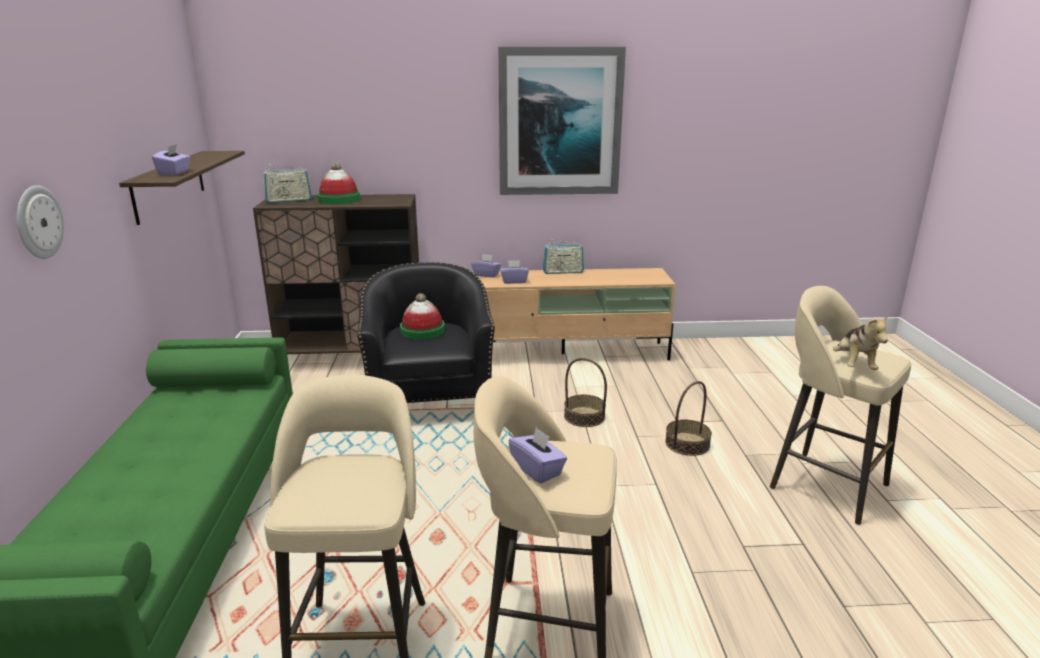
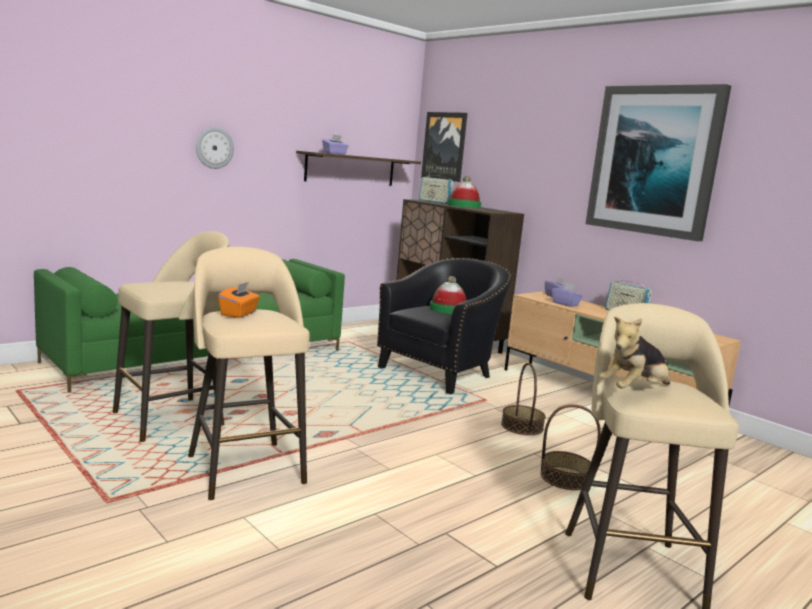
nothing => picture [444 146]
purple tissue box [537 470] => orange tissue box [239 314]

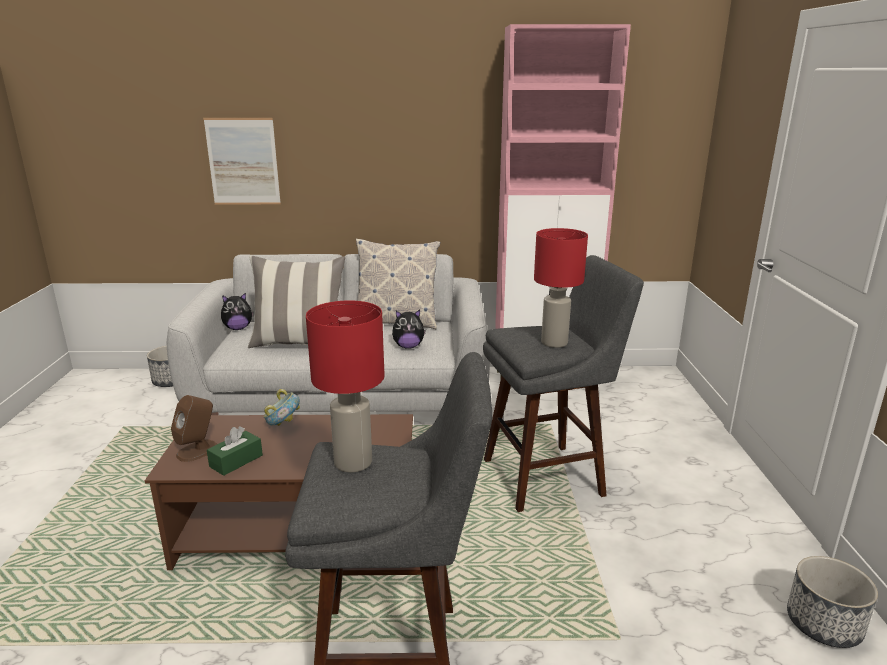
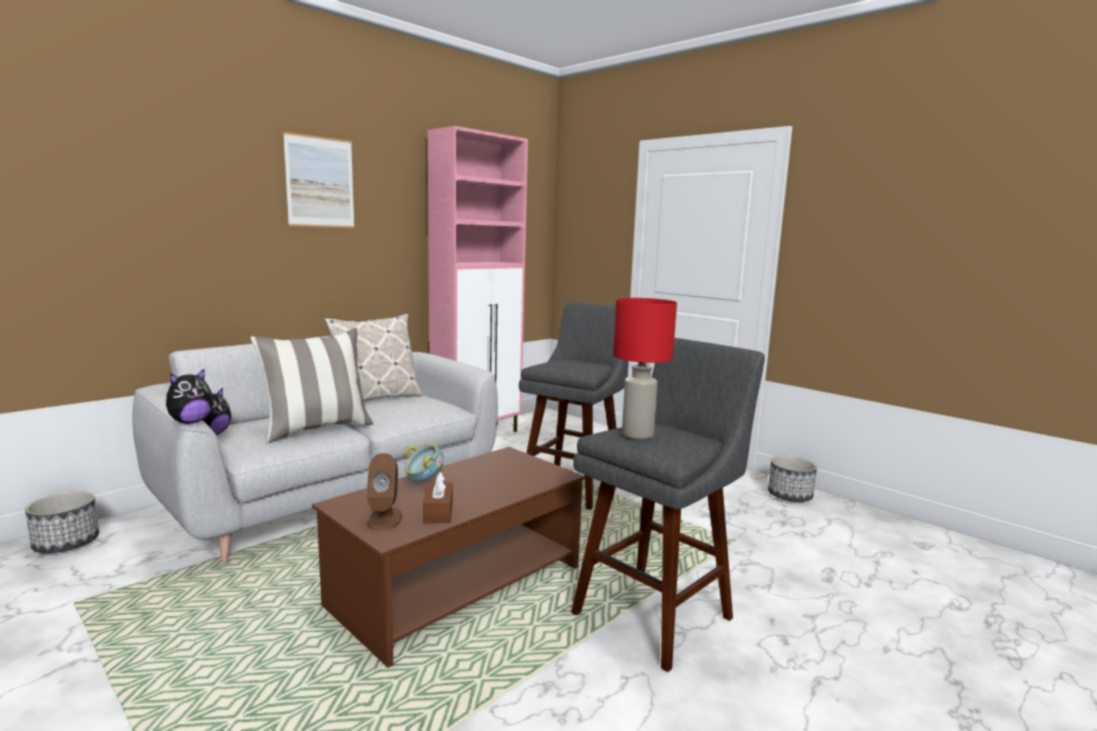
red table lamp [554 342] => nothing
picture [243 161] => picture [320 182], relocated
plush toy [408 346] => plush toy [190 422], relocated
green tissue box [236 461] => brown tissue box [438 512]

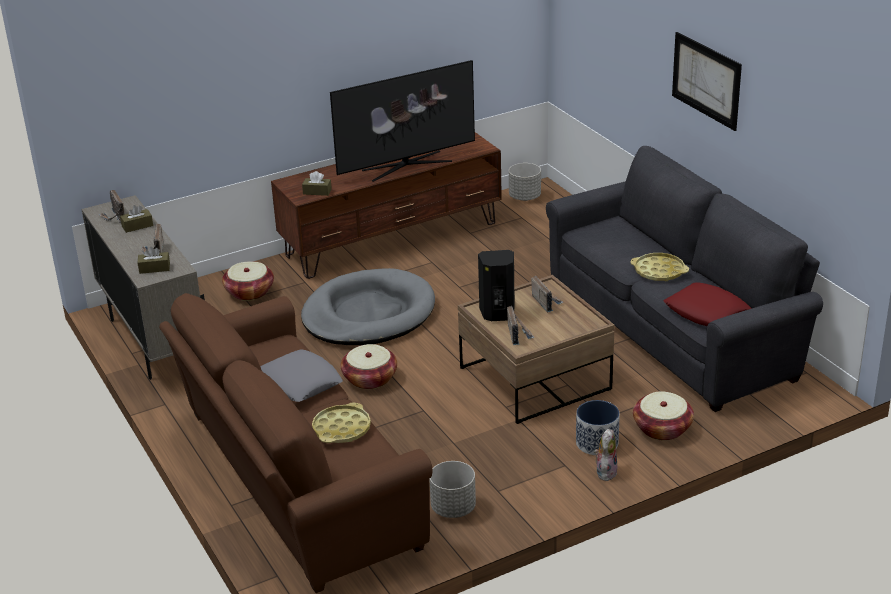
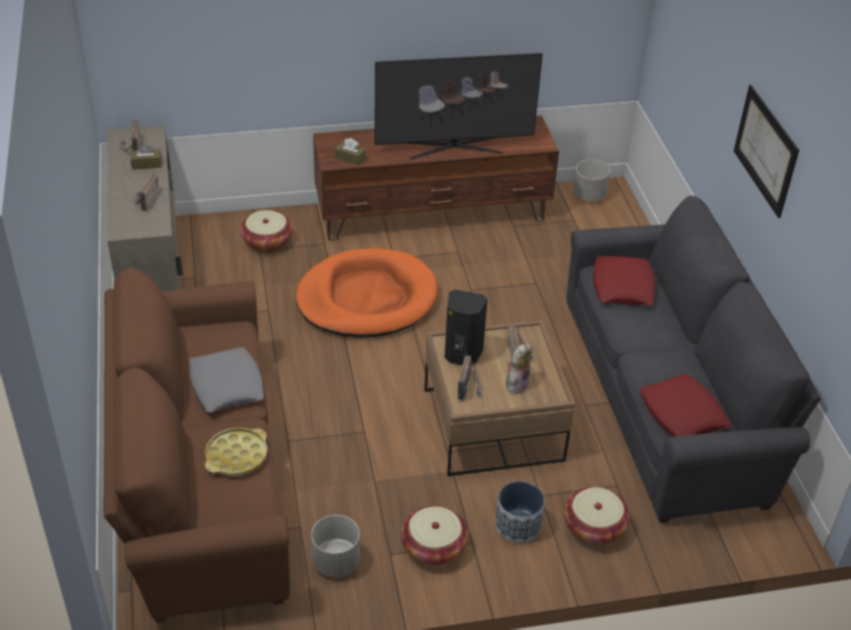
brown tissue box [154 268] => nothing
yellow tray [659 271] => nothing
nothing => red pillow [623 287]
basket [370 379] => basket [433 547], relocated
plush toy [605 472] => plush toy [516 384], relocated
grey dog bed [368 314] => orange dog bed [366 299]

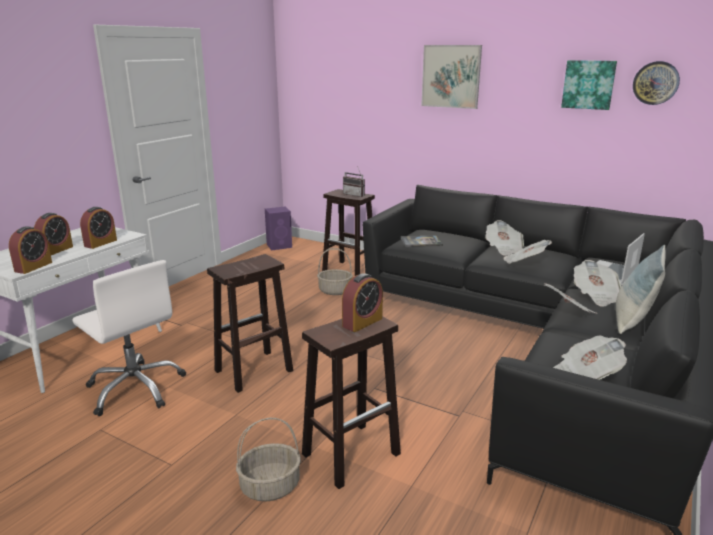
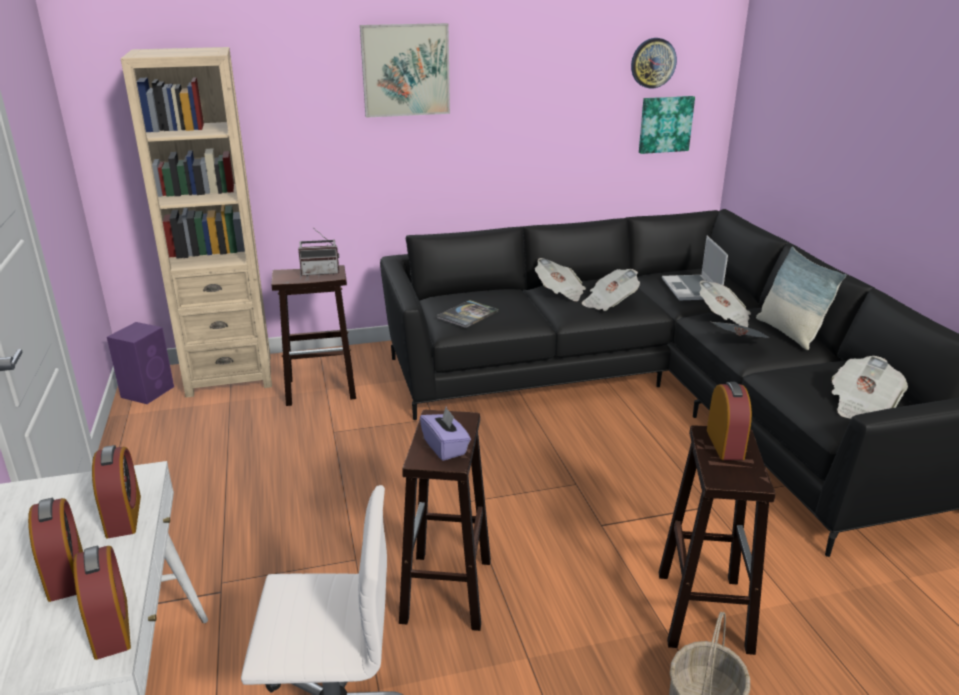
basket [335 291] => nothing
nothing => beige bookcase [230 376]
nothing => purple tissue box [445 447]
picture [588 84] => picture [665 124], relocated

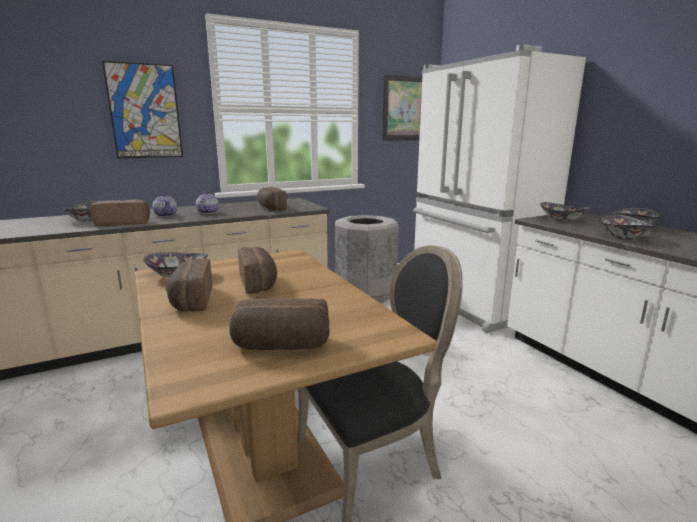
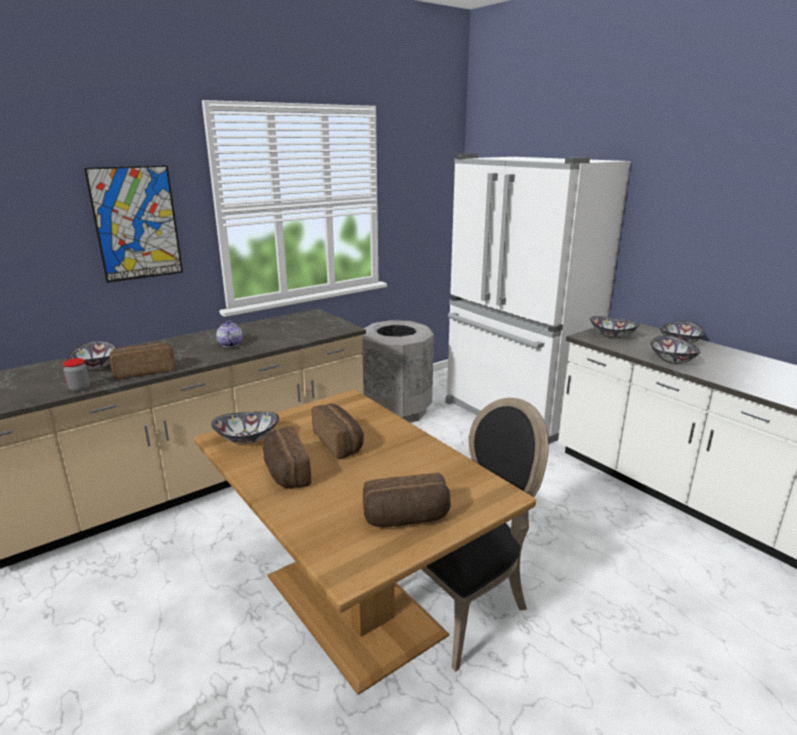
teapot [166 215] => nothing
bread [270 208] => nothing
picture [404 108] => nothing
nothing => jar [79 388]

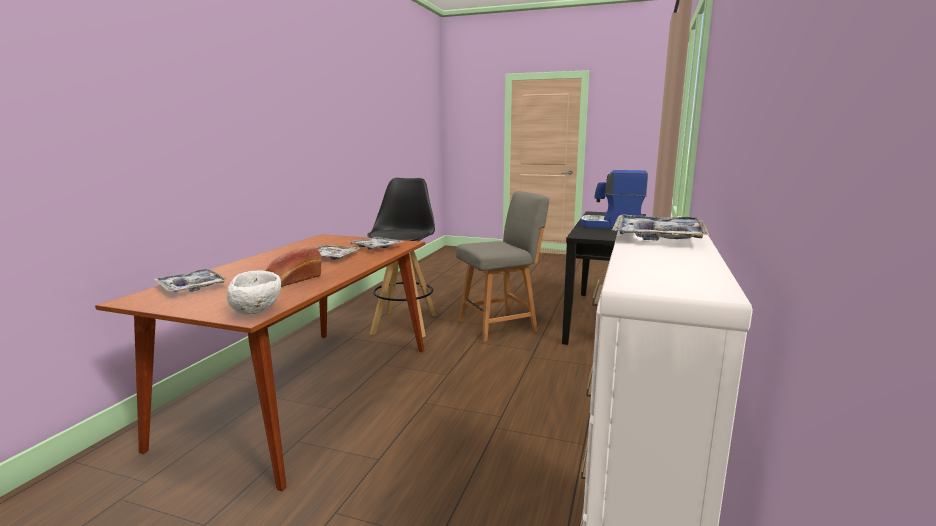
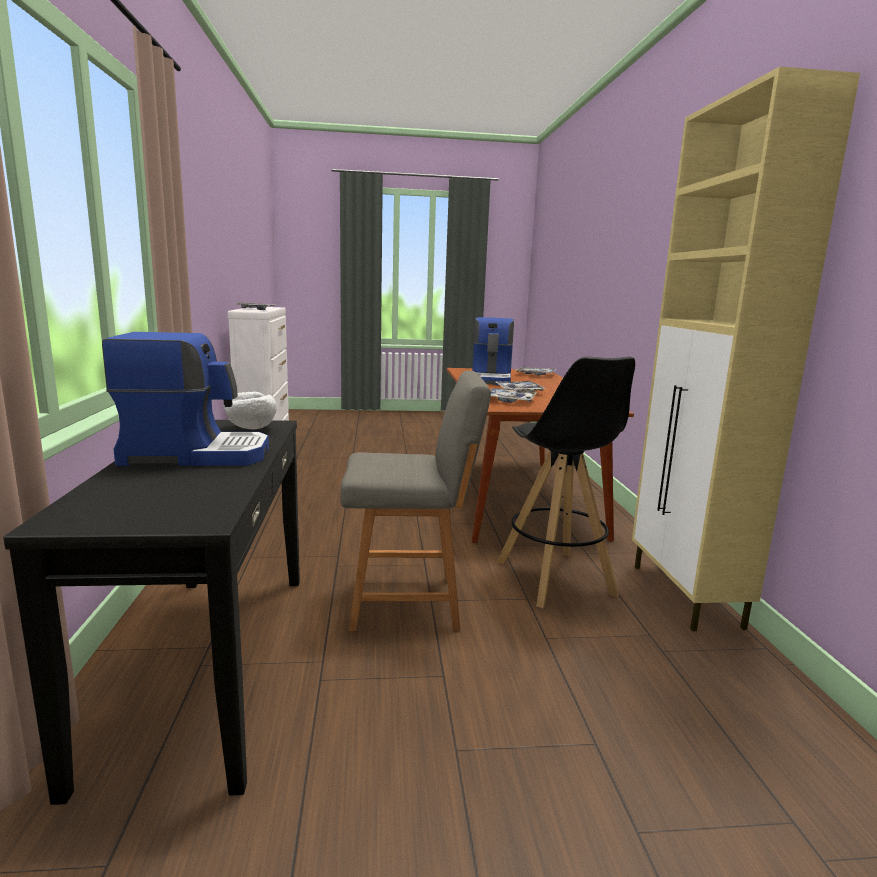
nothing => beige cabinet [685 596]
white bowl [257 312] => white bowl [250 429], relocated
bread [293 280] => coffee machine [492 379]
grey chair [500 325] => grey chair [410 602], 135 degrees counterclockwise

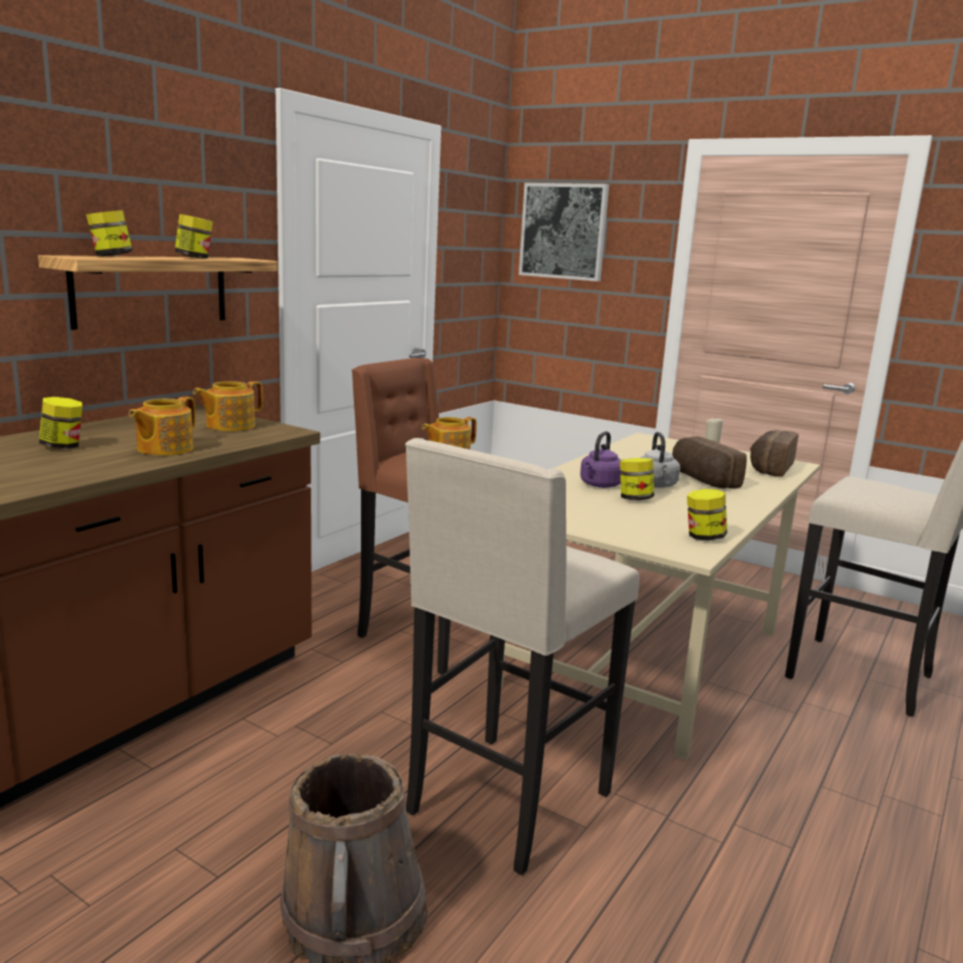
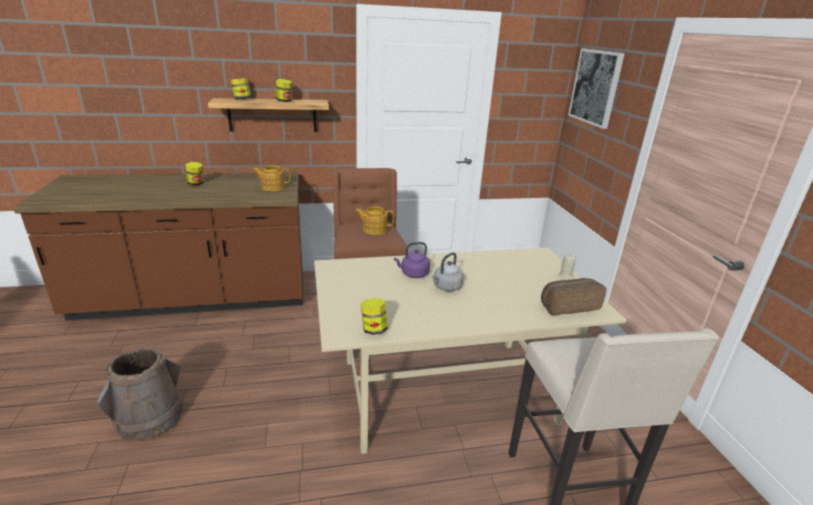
teapot [164 449] => nothing
beige stool [505 804] => nothing
jar [634 499] => nothing
bread [702 480] => nothing

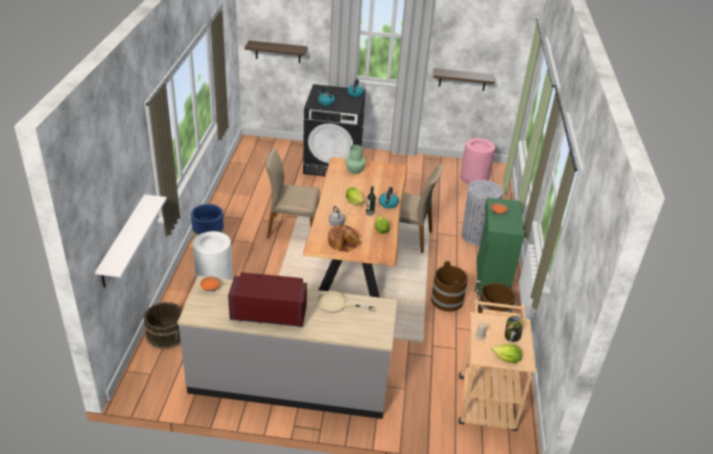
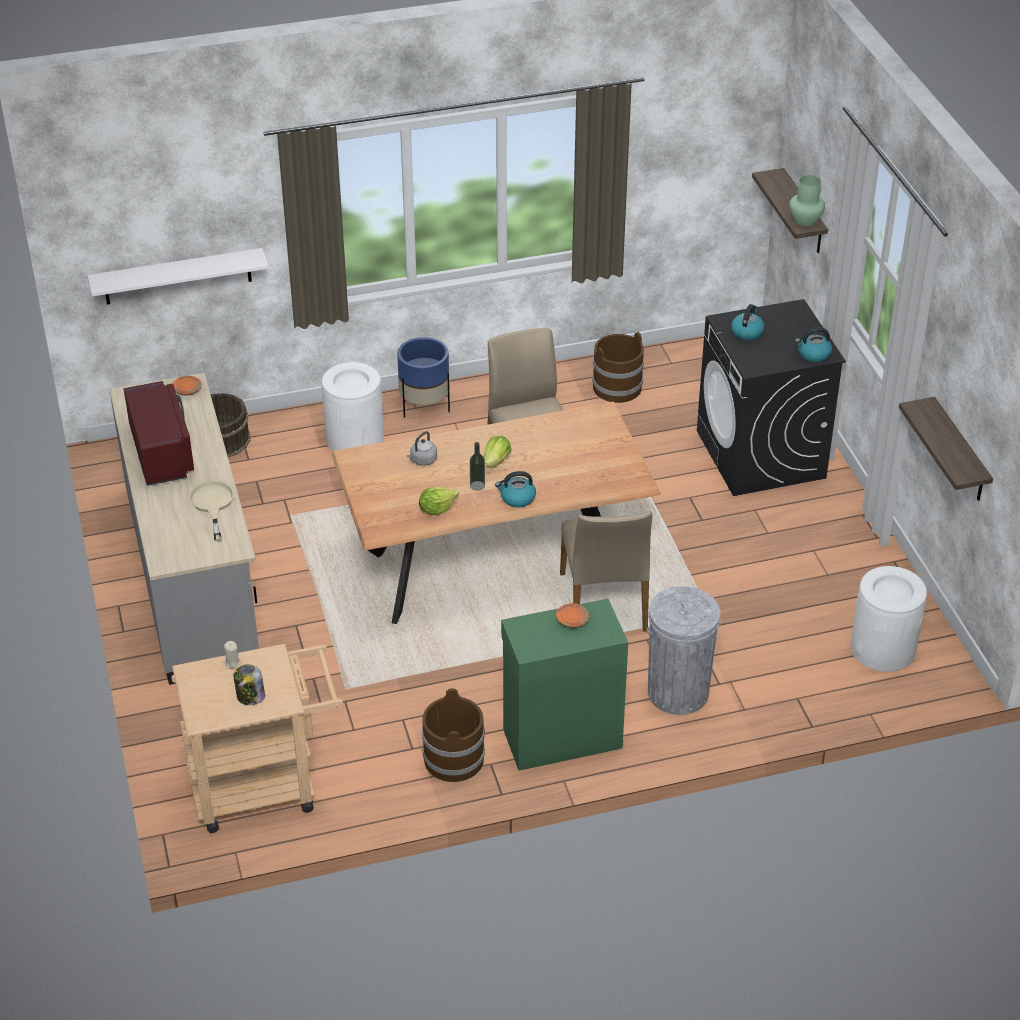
bread [343 242] => nothing
lettuce [506 360] => nothing
green vase [354 170] => green vase [805 220], relocated
brown bucket [447 300] => brown bucket [617 387], relocated
pink trash can [474 178] => white trash can [883 649]

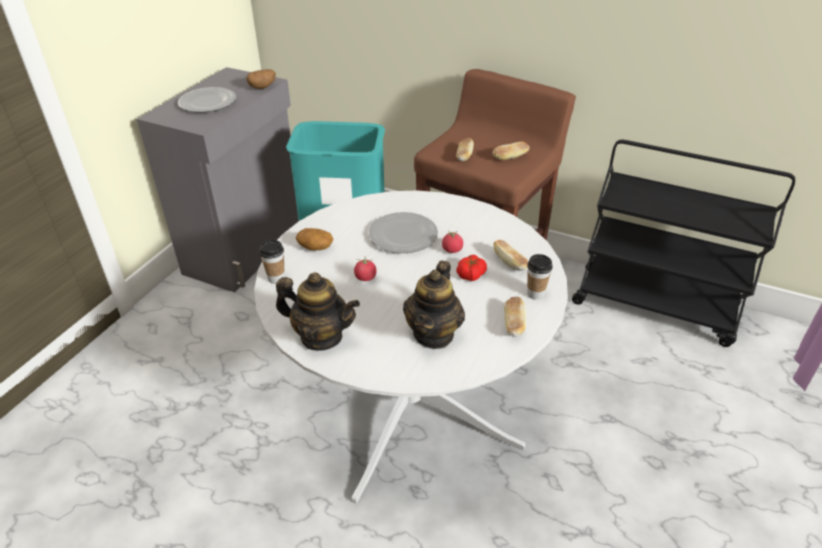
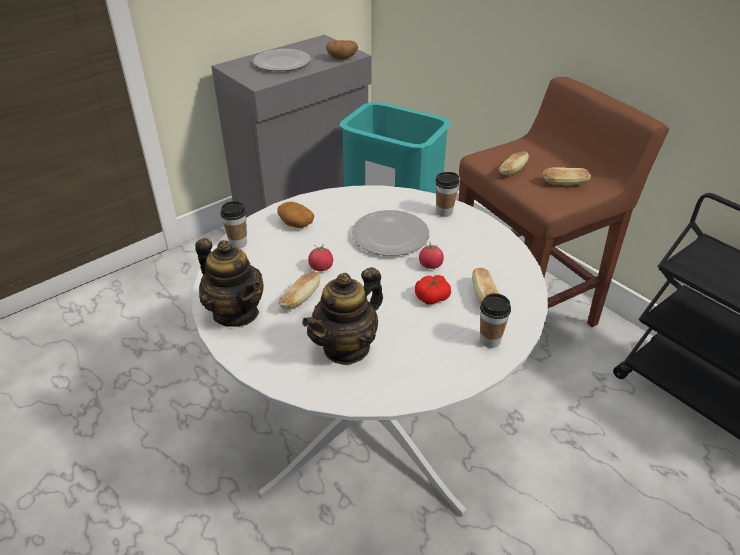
nothing => cup [444 212]
bread [513 324] => bread [300 299], relocated

